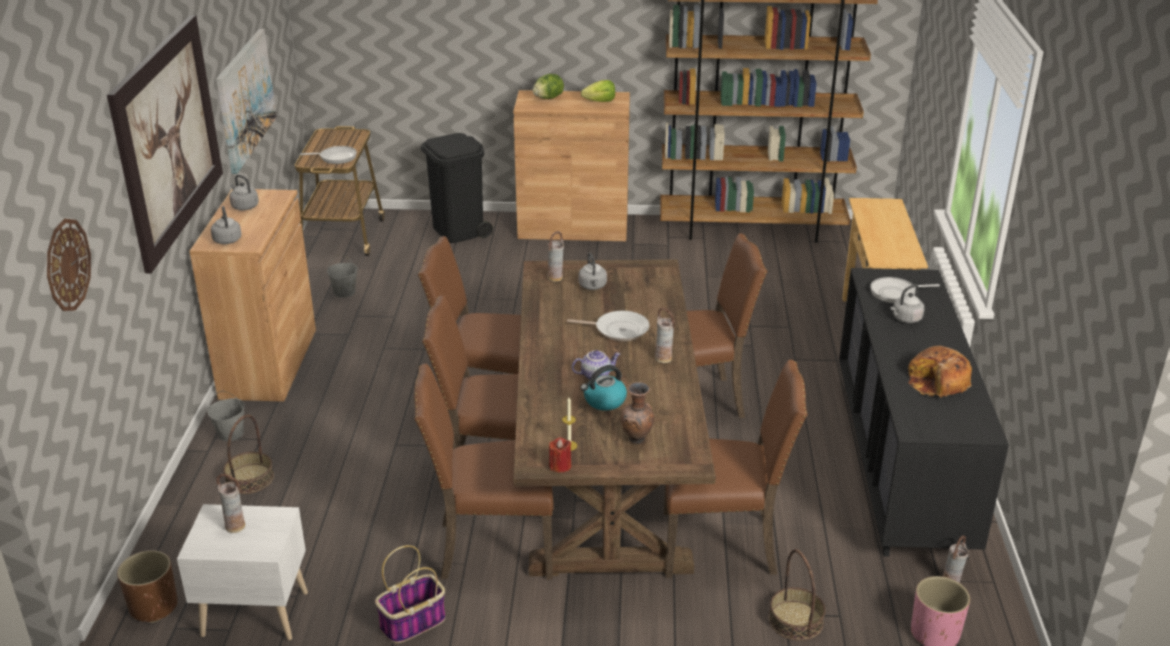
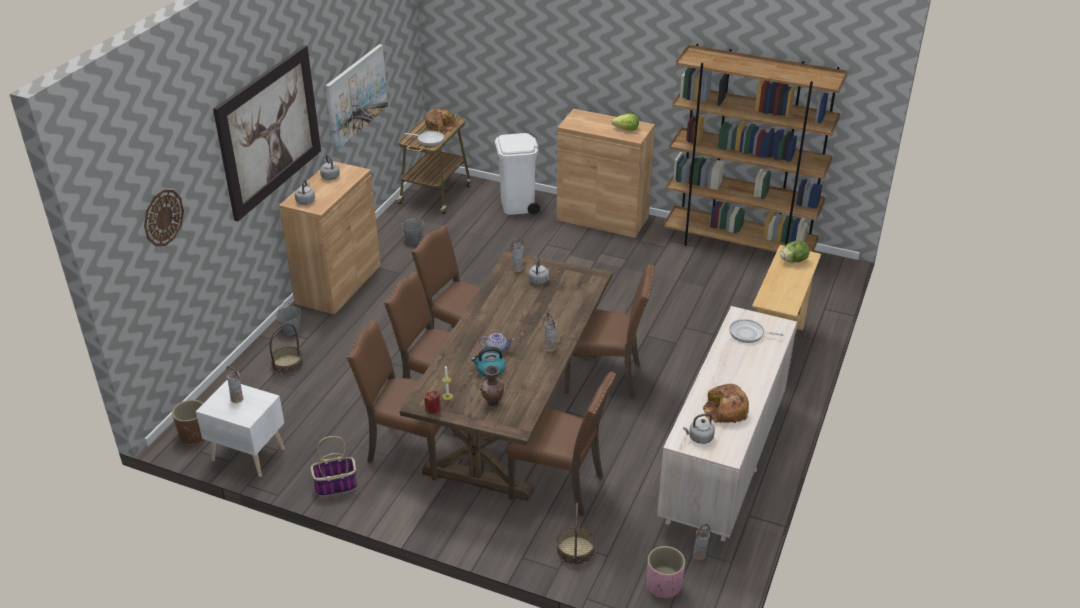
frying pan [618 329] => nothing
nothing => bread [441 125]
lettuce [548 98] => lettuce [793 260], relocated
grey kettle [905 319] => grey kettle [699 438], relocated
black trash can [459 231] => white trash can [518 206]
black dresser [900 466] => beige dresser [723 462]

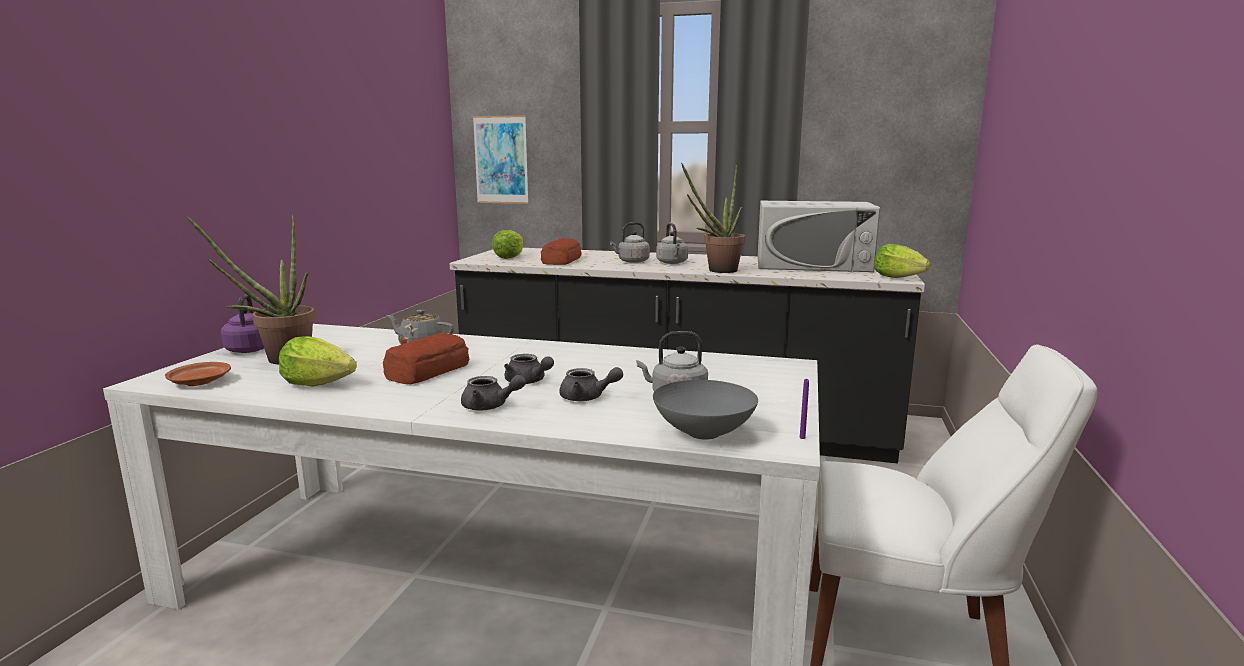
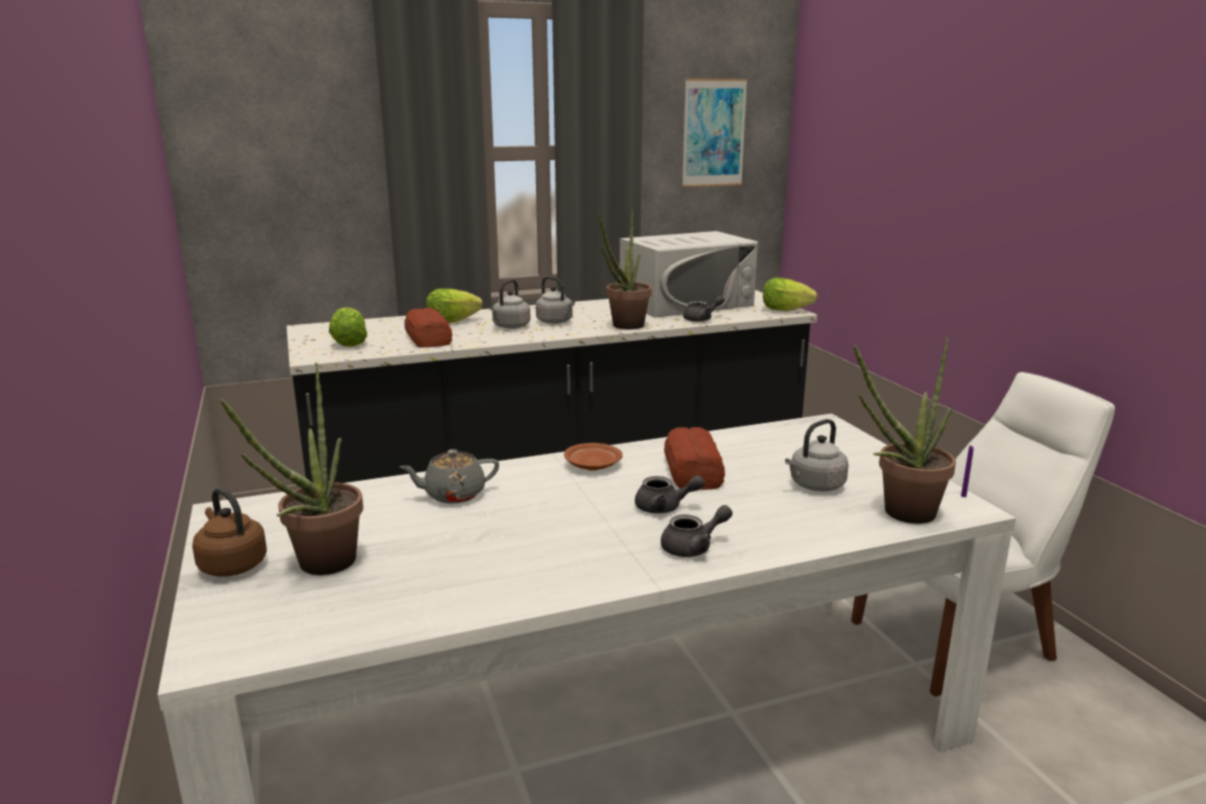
brown plate [200 382] => brown plate [592 465], relocated
lettuce [318 384] => lettuce [452 321], relocated
bread [426 371] => bread [692 472], relocated
picture [501 160] => picture [713 133], relocated
grey teapot [587 398] => grey teapot [702 319], relocated
grey bowl [704 432] => potted plant [899 514]
purple kettle [250 349] => brown kettle [231 564]

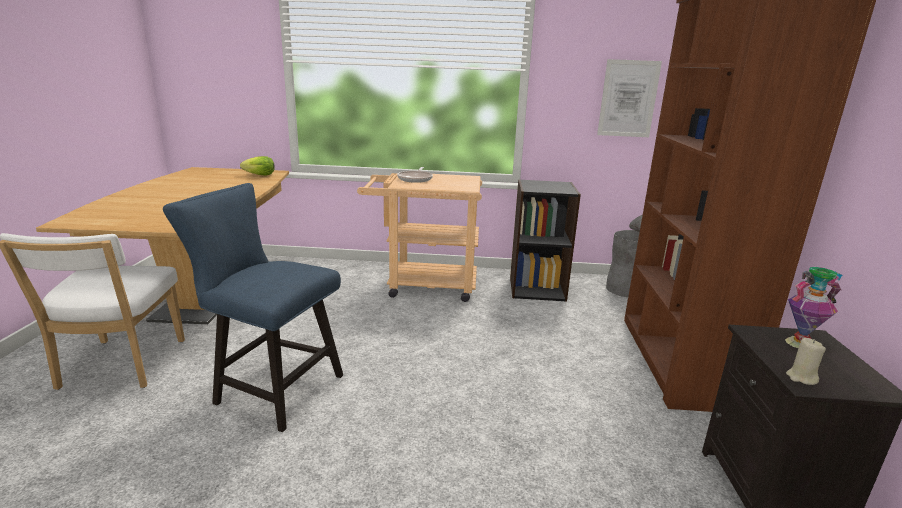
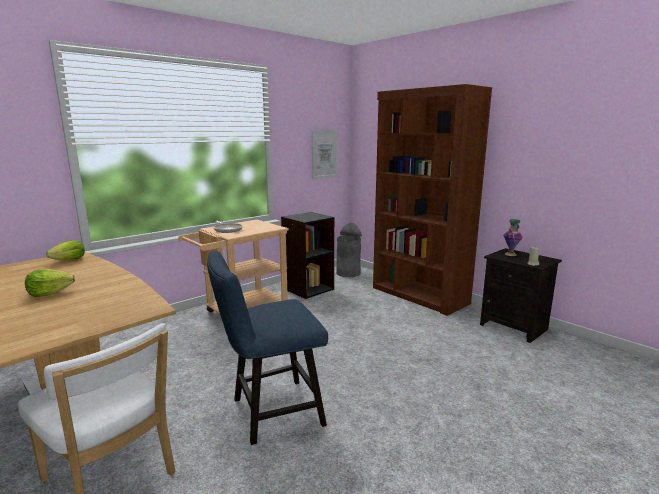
nothing => lettuce [49 293]

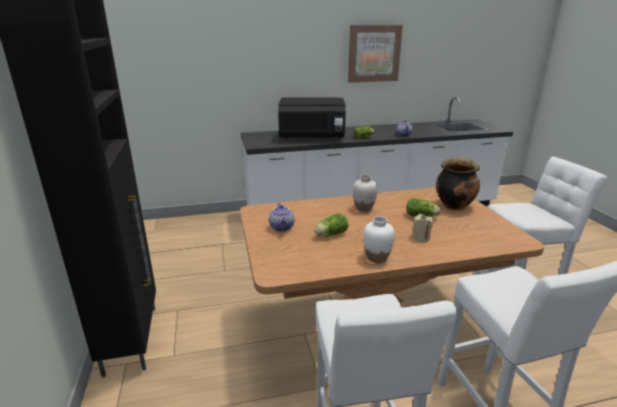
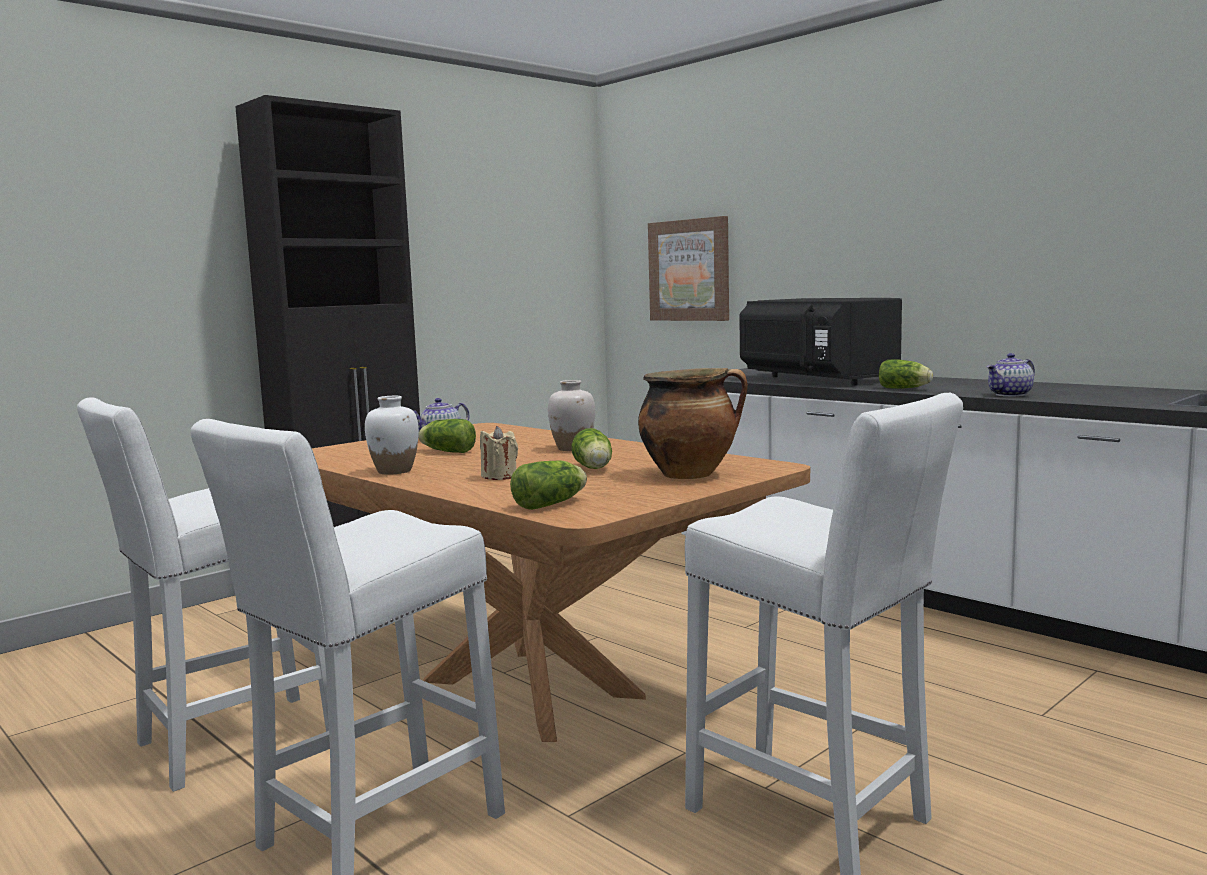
nothing => lettuce [552 504]
picture [374 53] => picture [689 270], relocated

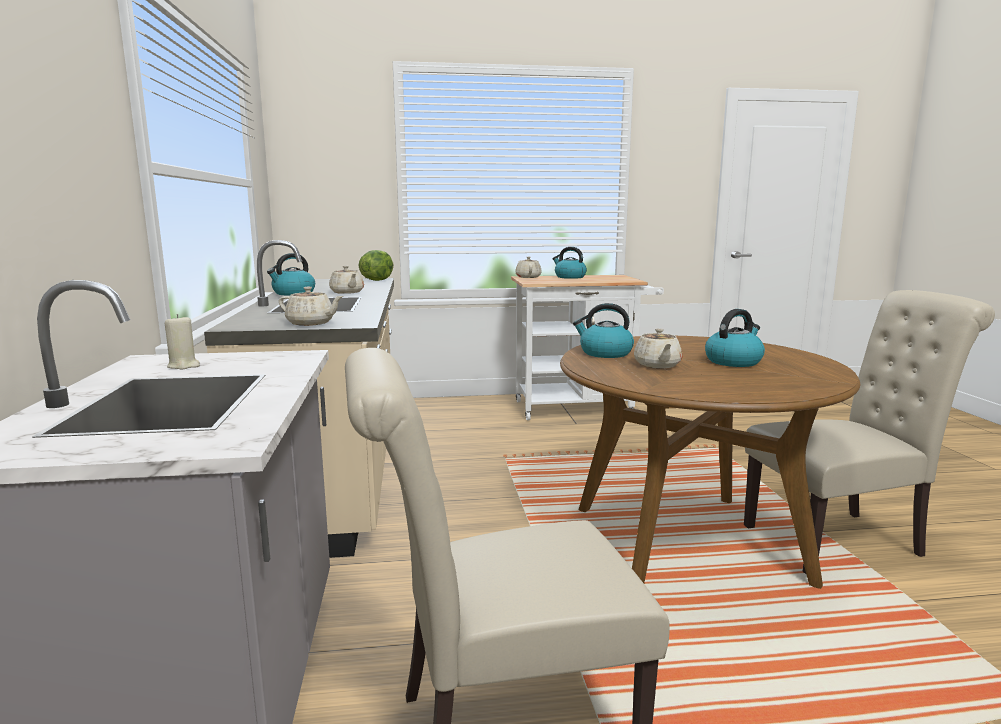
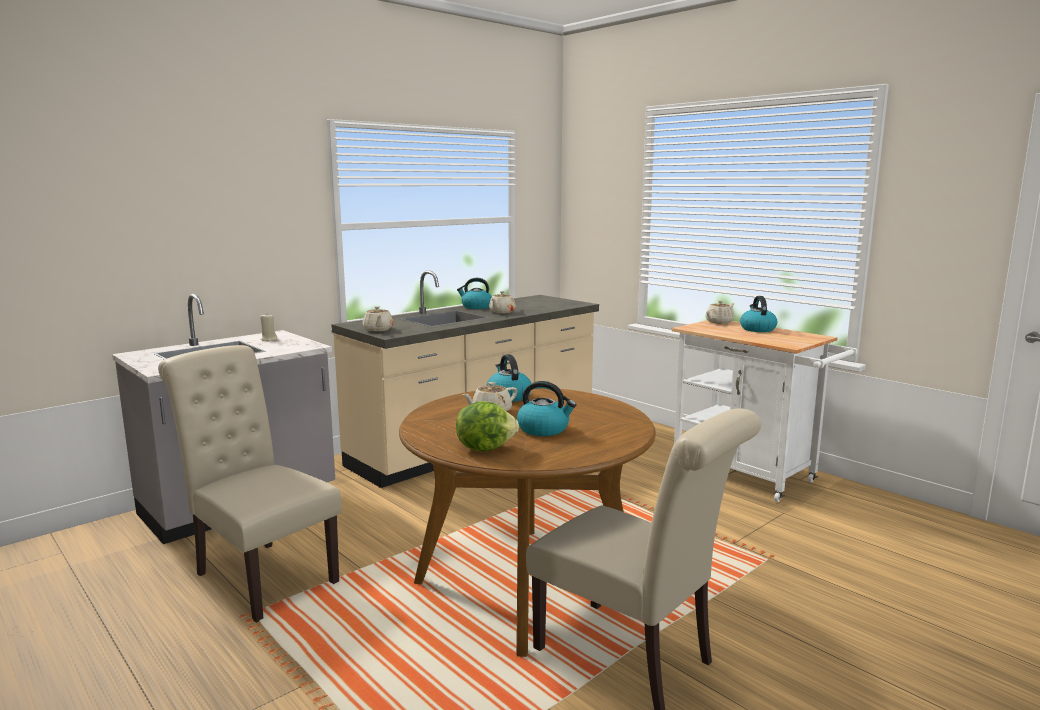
lettuce [377 280] => lettuce [485 448], relocated

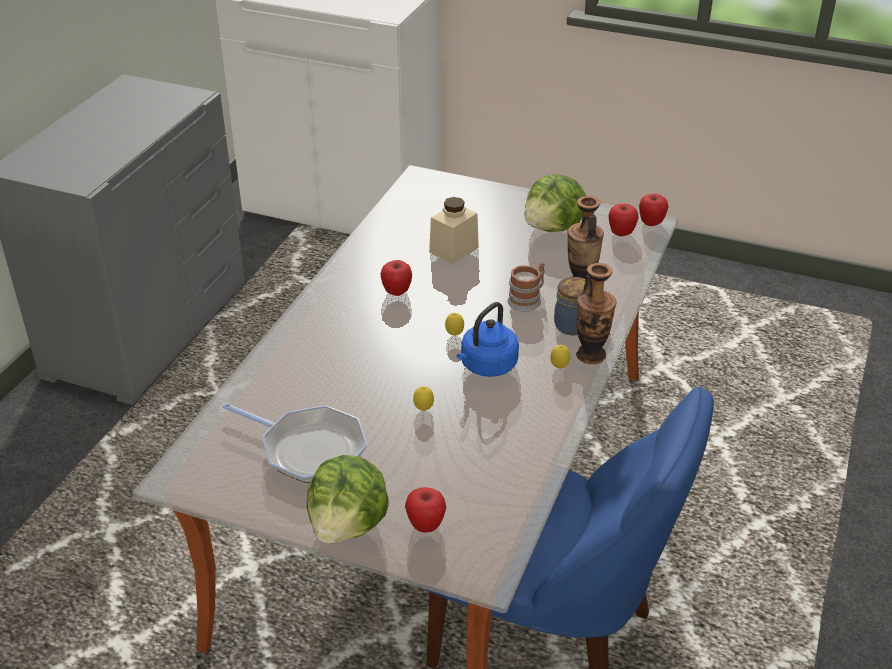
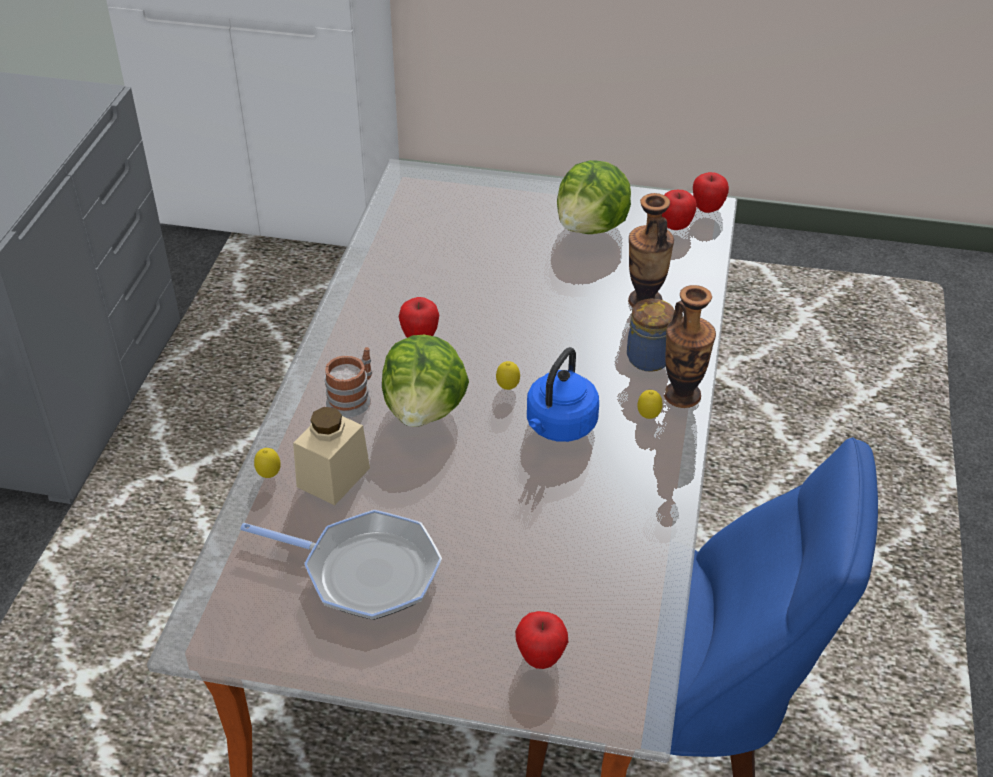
lettuce [349 526] => lettuce [425 410], relocated
lemon [423 409] => lemon [269 476], relocated
beige jar [454 250] => beige jar [333 477], relocated
mug [528 299] => mug [353 398], relocated

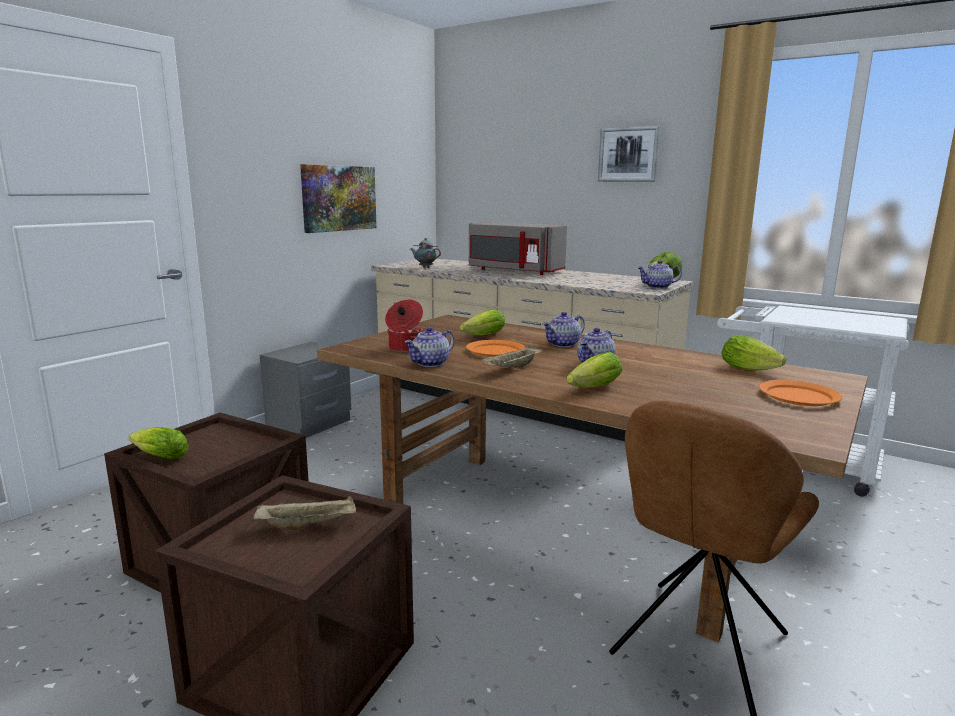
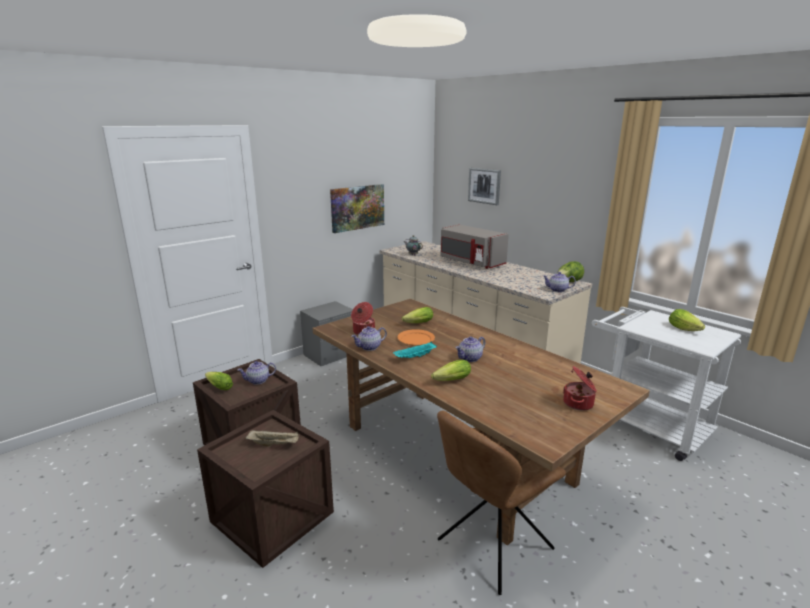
teapot [563 344] => teapot [258 381], relocated
picture [628 154] => picture [484 186], relocated
lettuce [752 369] => lettuce [685 329], relocated
orange plate [799 396] => cooking pot [579 403]
beige tray [512 369] => turquoise tray [415 357]

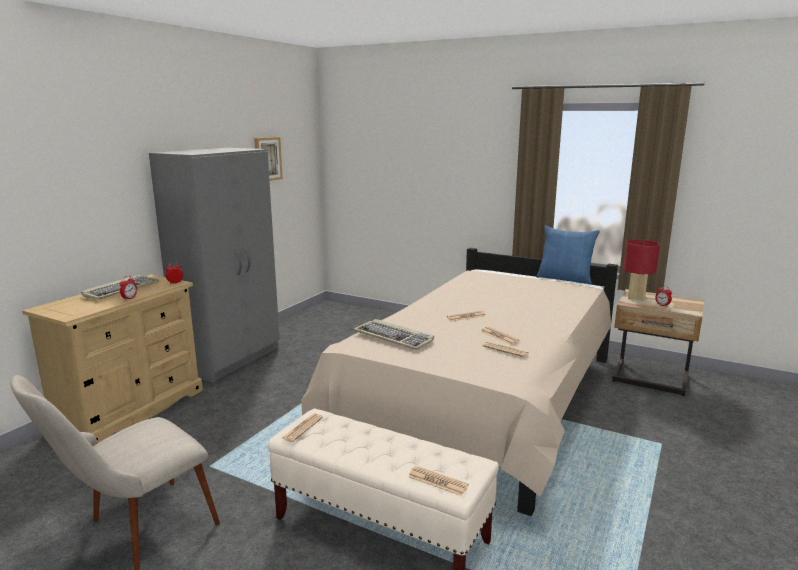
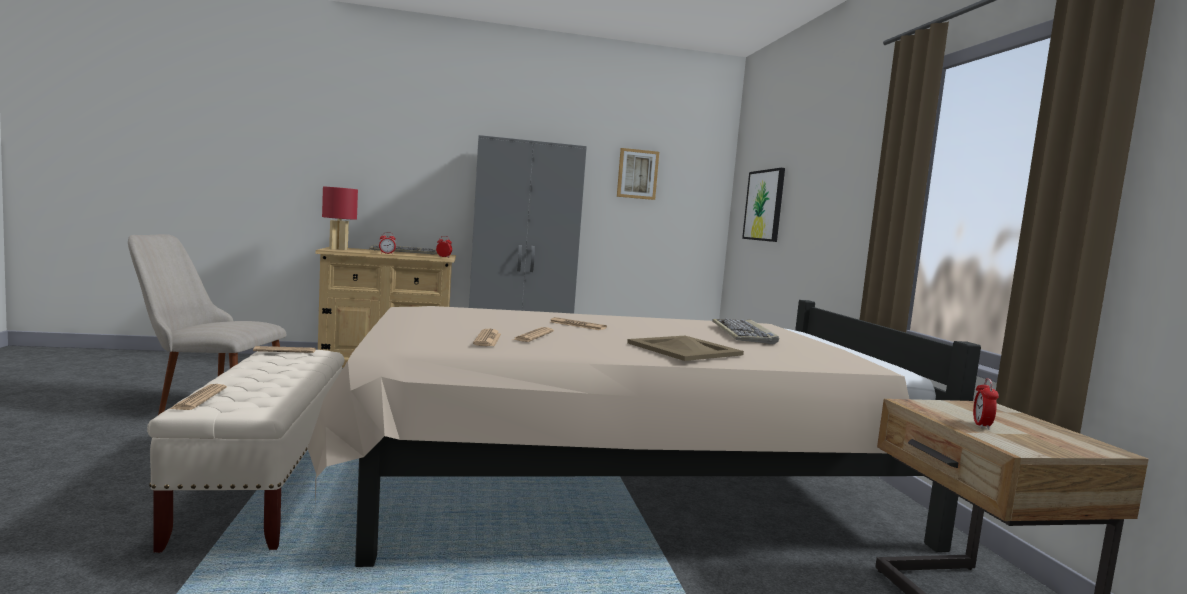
blue pillow [565 278] => nothing
nothing => beige tray [685 349]
nothing => picture [764 205]
keyboard [394 337] => keyboard [743 334], relocated
red table lamp [635 298] => red table lamp [338 249], relocated

